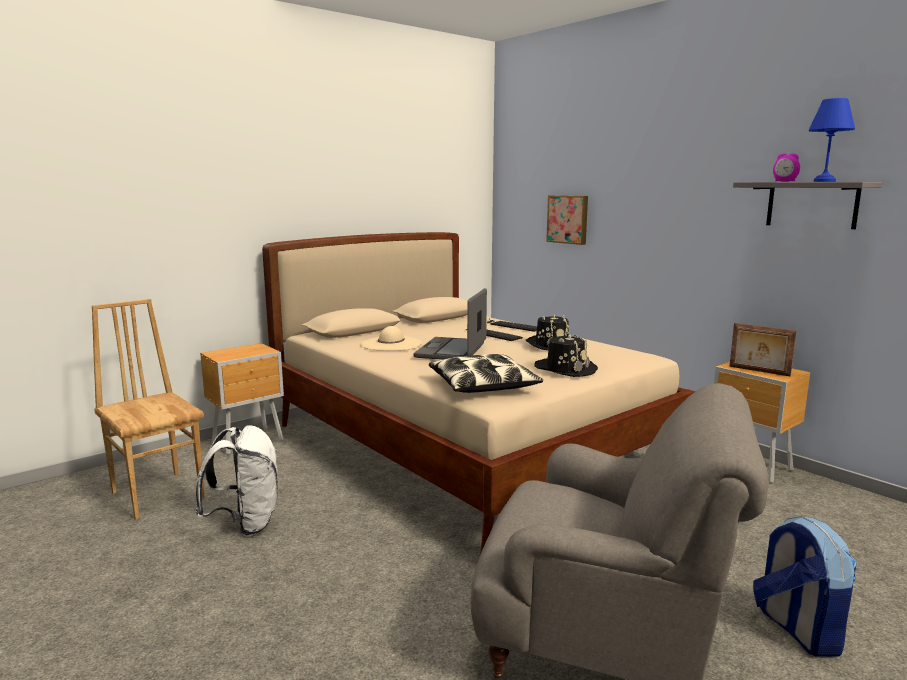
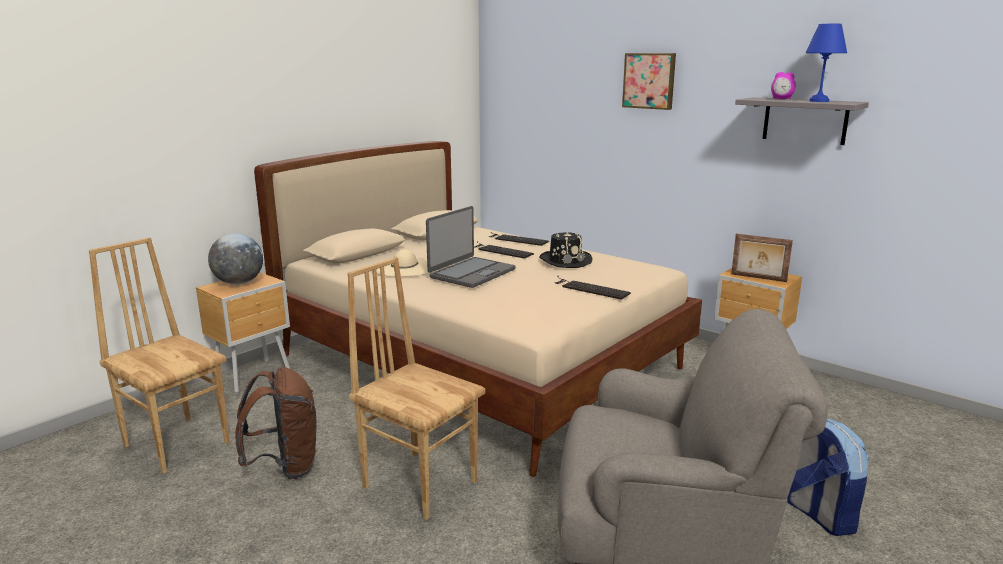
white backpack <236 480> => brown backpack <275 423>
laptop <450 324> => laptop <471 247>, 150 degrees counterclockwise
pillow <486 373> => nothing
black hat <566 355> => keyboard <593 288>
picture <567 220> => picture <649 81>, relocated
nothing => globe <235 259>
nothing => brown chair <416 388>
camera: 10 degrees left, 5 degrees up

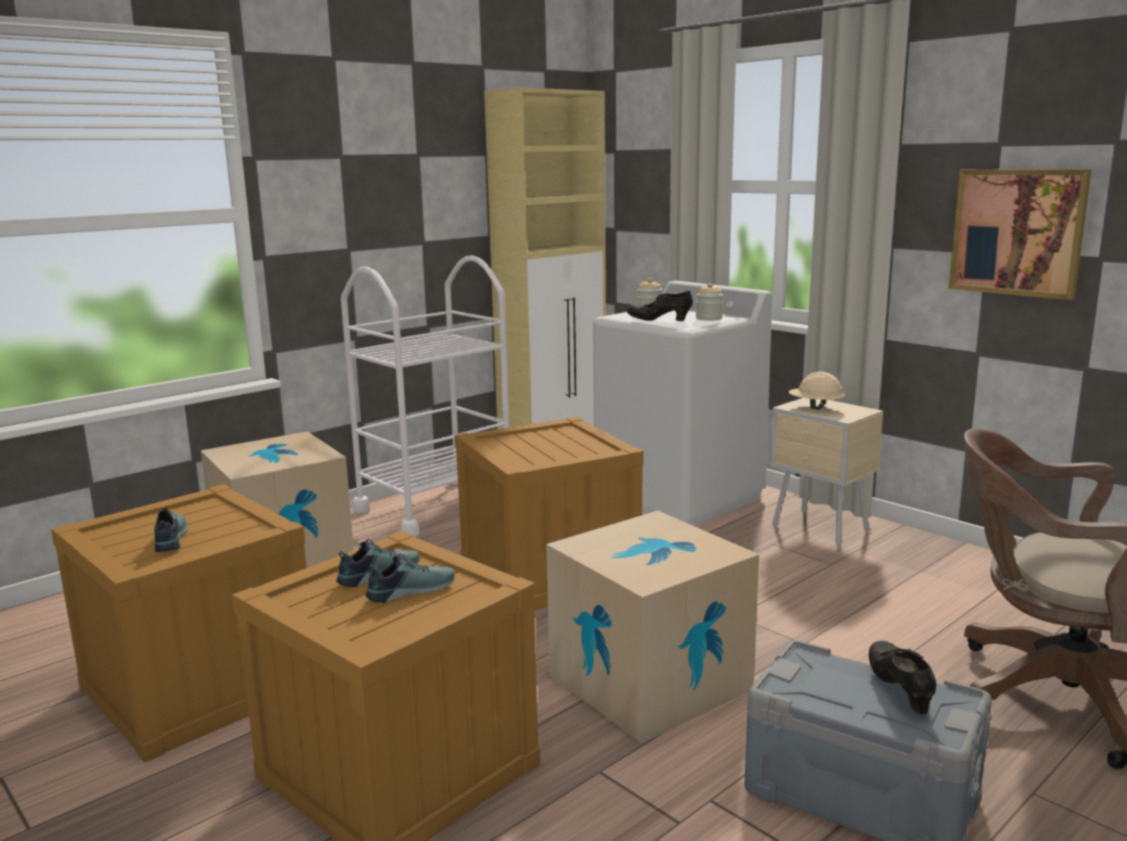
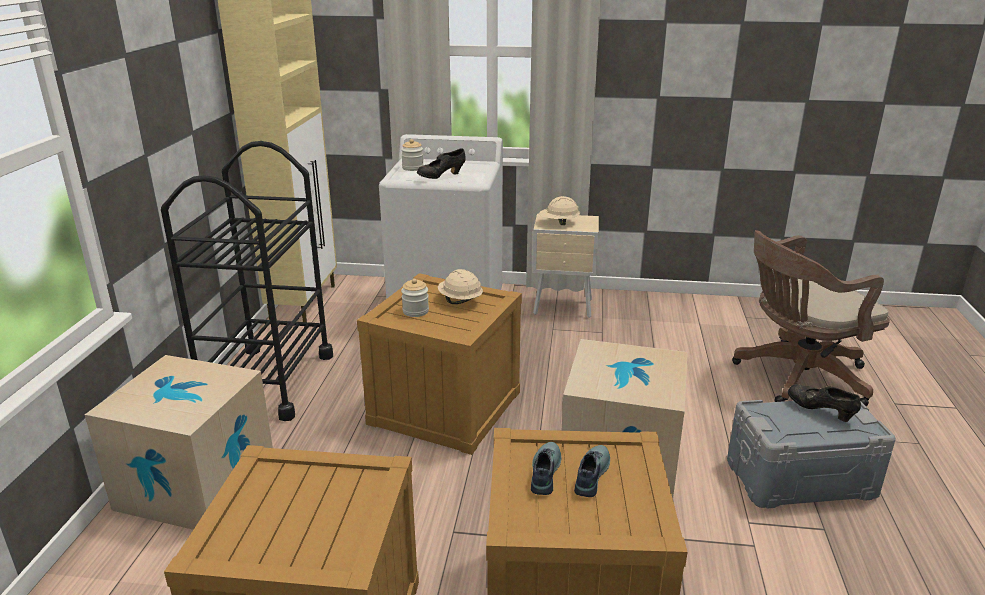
shoe <171 529> => nothing
white cart <425 396> => black cart <247 281>
jar <709 302> => jar <415 298>, relocated
picture <1020 234> => nothing
nothing => beige hard hat <460 286>
camera: 40 degrees left, 10 degrees up

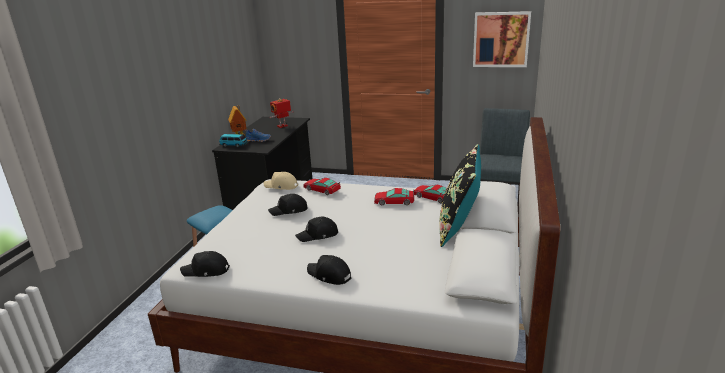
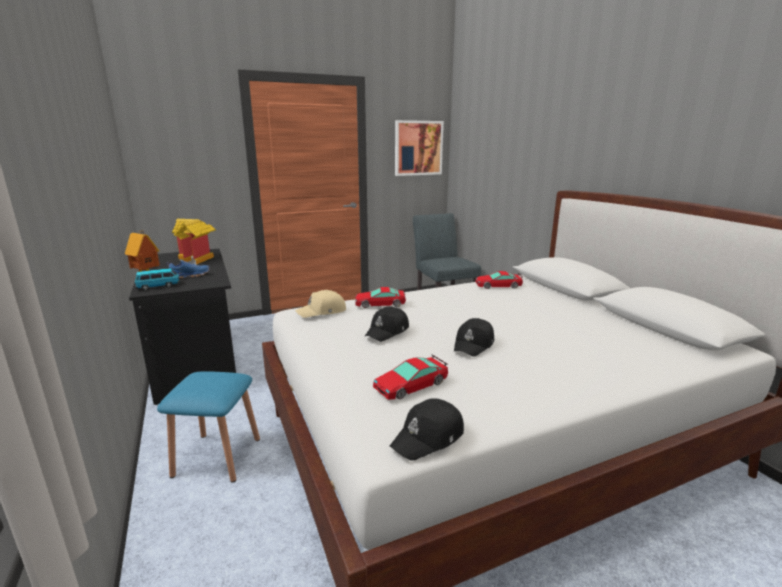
toy robot <281 113> => toy house <194 242>
black cap <329 270> => nothing
toy car <394 196> => toy car <410 377>, relocated
black pillow <460 195> => nothing
camera: 40 degrees left, 5 degrees down

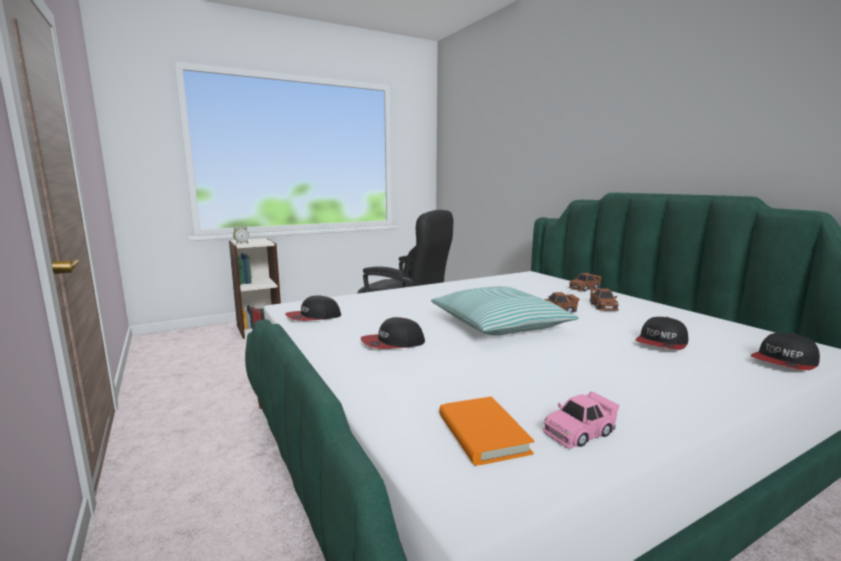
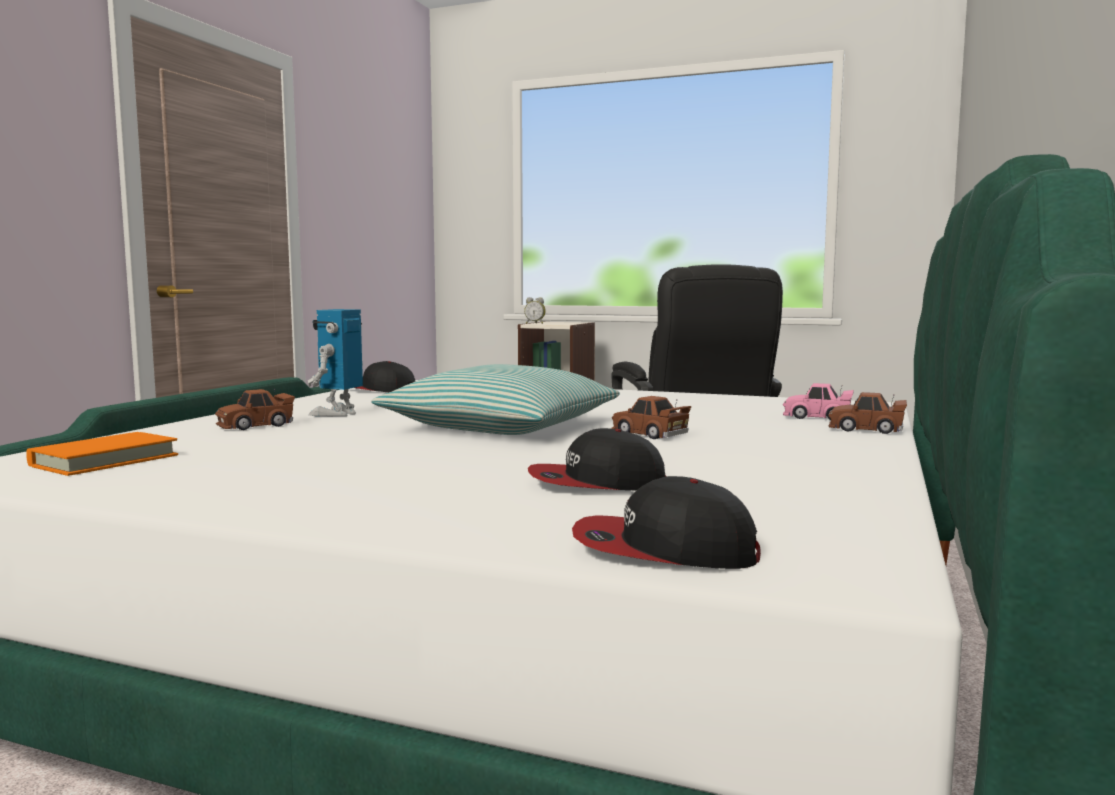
cap <393 333> => toy robot <335 362>
pink toy car <581 420> => pink toy car <818 401>, relocated
brown toy car <604 299> => brown toy car <255 409>, relocated
camera: 50 degrees right, 5 degrees down

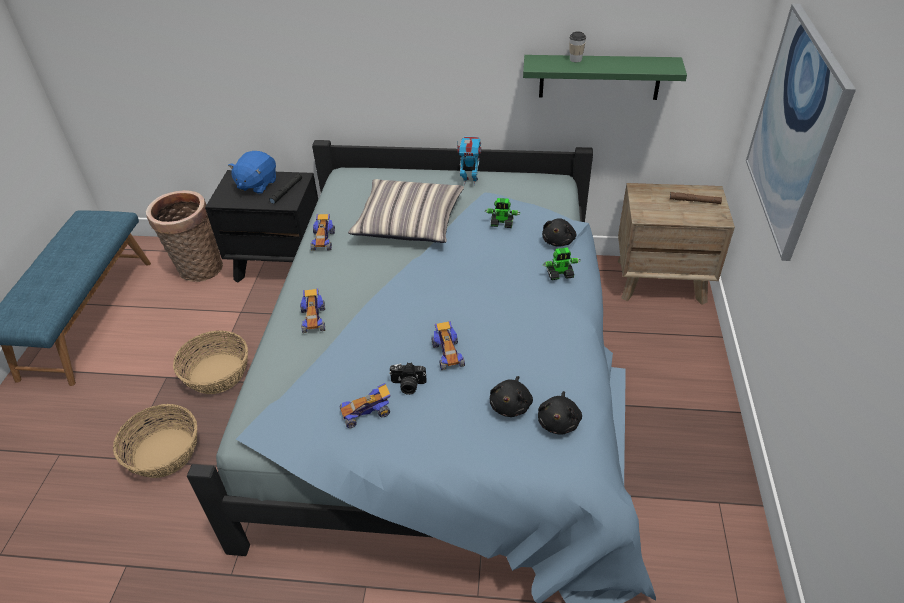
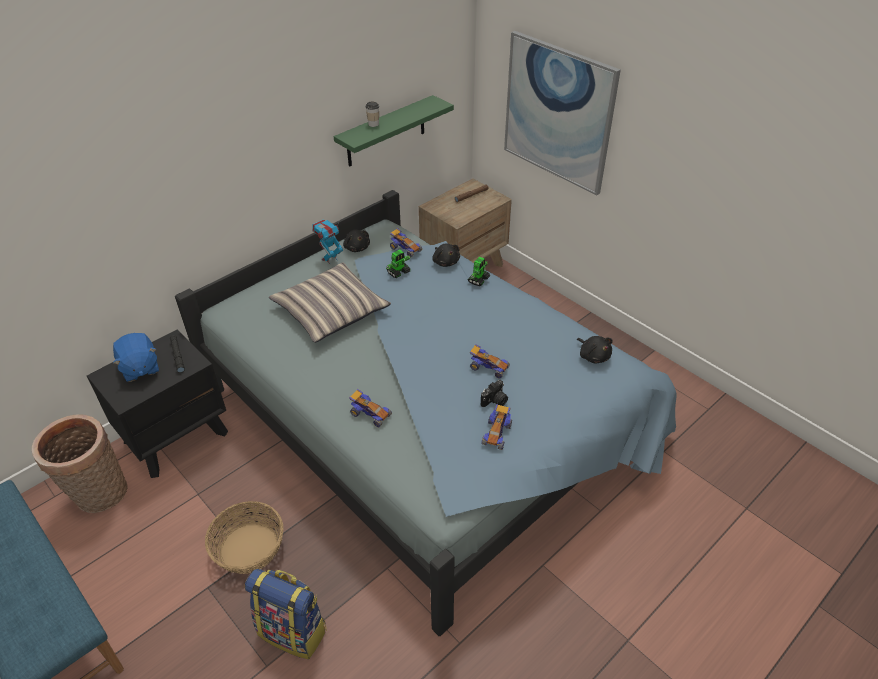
basket <155 441> => backpack <286 614>
toy car <322 232> => toy car <406 242>, relocated
black plush toy <511 396> => black plush toy <356 241>, relocated
camera: 50 degrees left, 0 degrees up

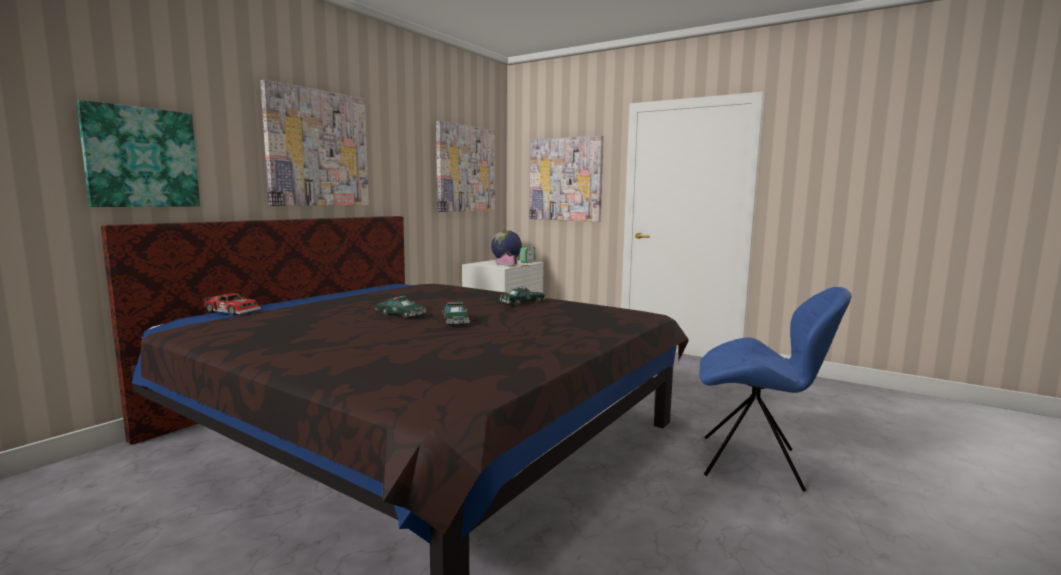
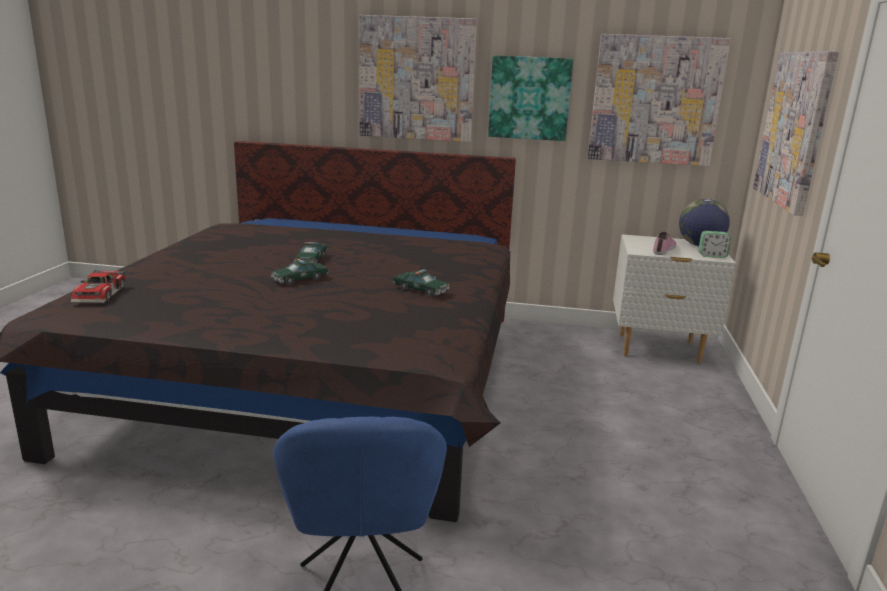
picture <138 153> => picture <530 98>, relocated
toy car <231 304> => toy car <98 286>, relocated
camera: 65 degrees right, 10 degrees up

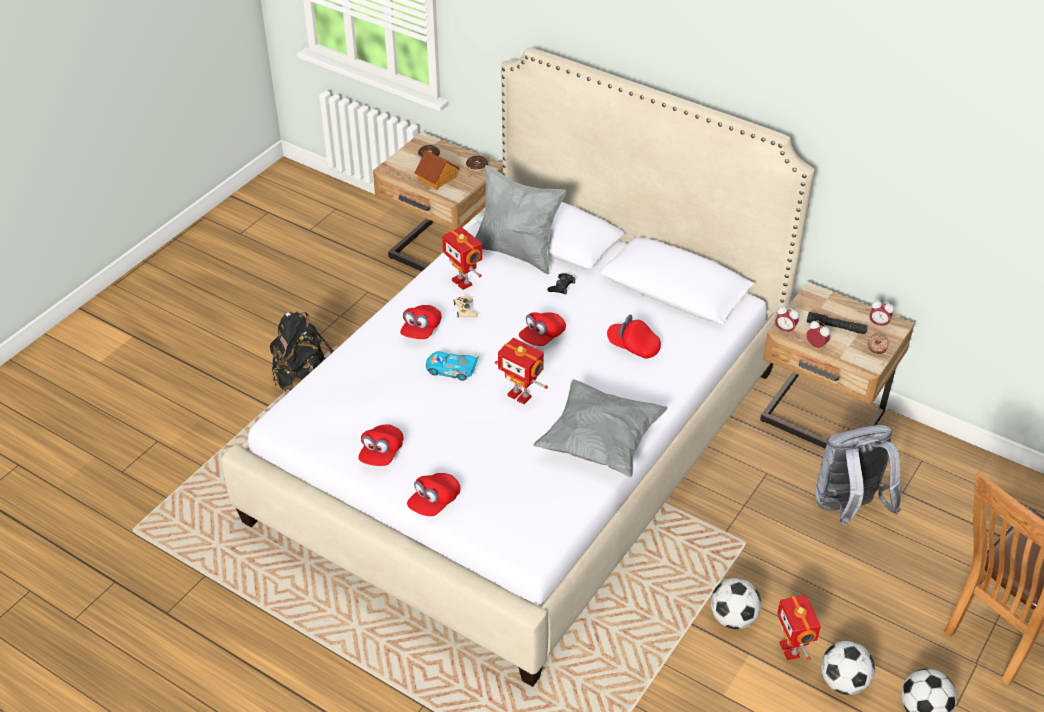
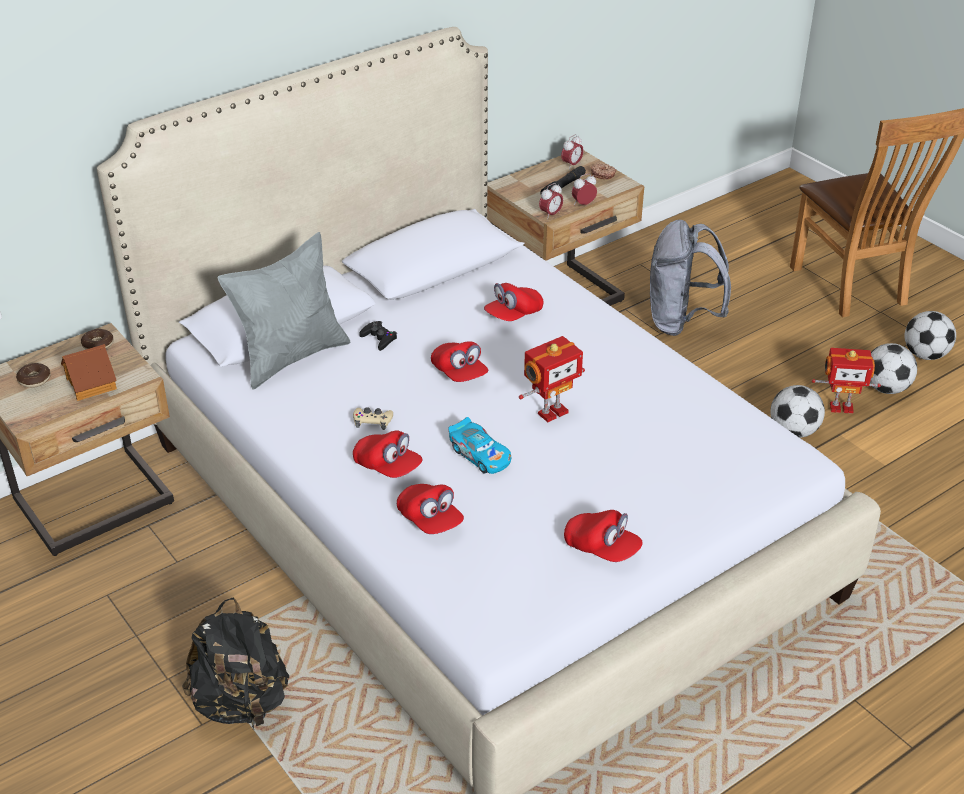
red cap <433 494> => red cap <430 509>, relocated
toy car <452 366> => toy car <479 445>, 75 degrees counterclockwise
toy robot <462 258> => nothing
grey pillow <601 428> => nothing
camera: 70 degrees left, 5 degrees down

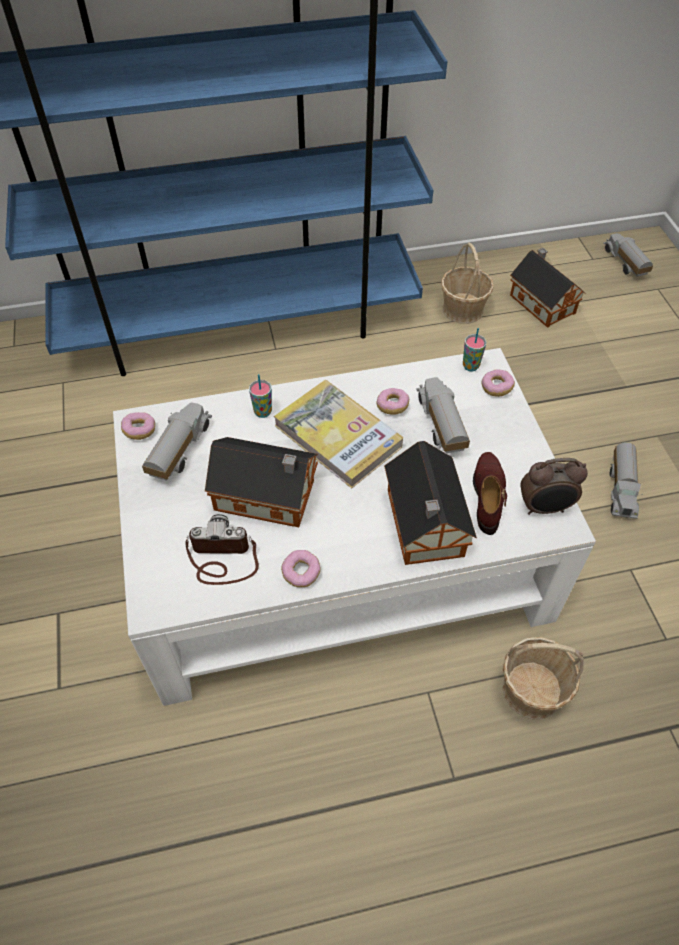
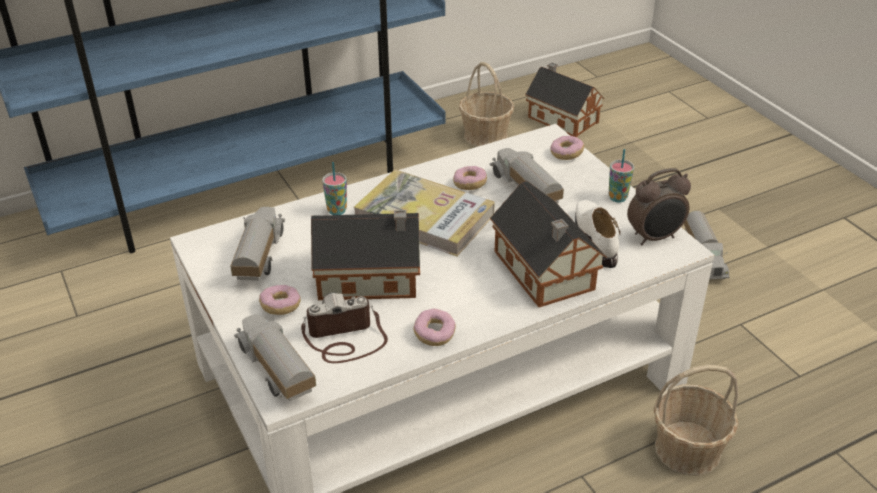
donut <138 426> => donut <280 300>, relocated
cup <474 349> => cup <621 175>, relocated
brown shoe <490 493> => white shoe <598 234>
toy truck <628 255> => toy truck <275 357>, relocated
camera: 15 degrees left, 15 degrees down

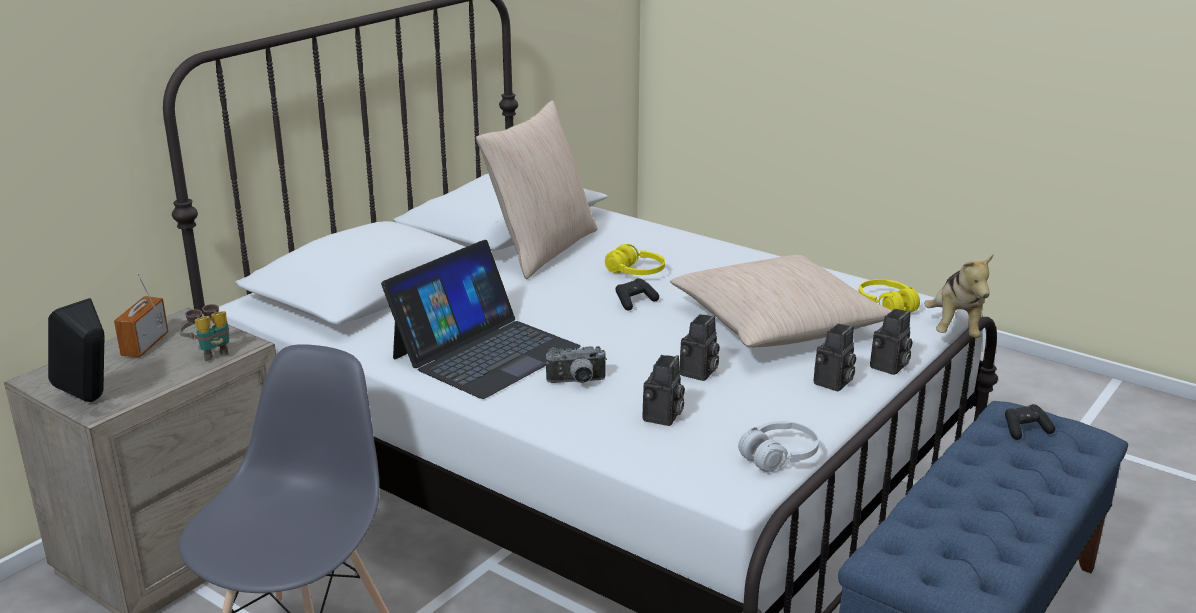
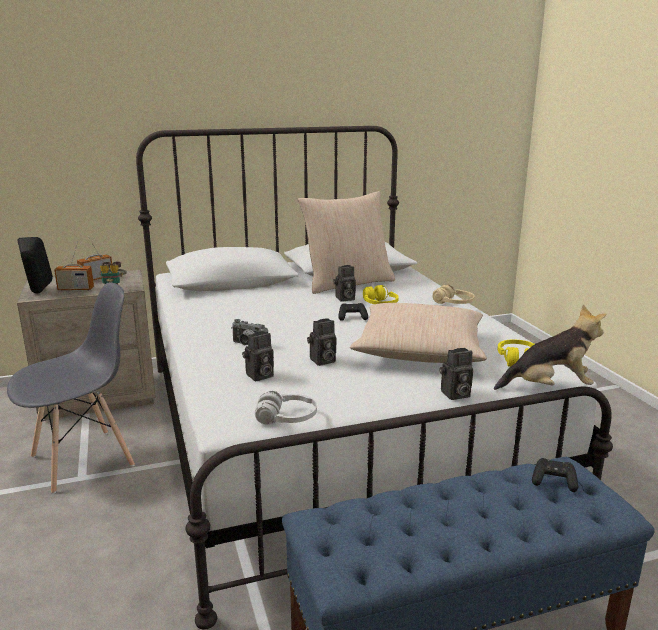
laptop <481 319> => nothing
photo camera <835 357> => photo camera <344 283>, relocated
plush toy <958 296> => plush toy <550 347>, 135 degrees counterclockwise
nothing => radio <74 266>
nothing => beige headphones <454 294>
camera: 35 degrees right, 5 degrees down

